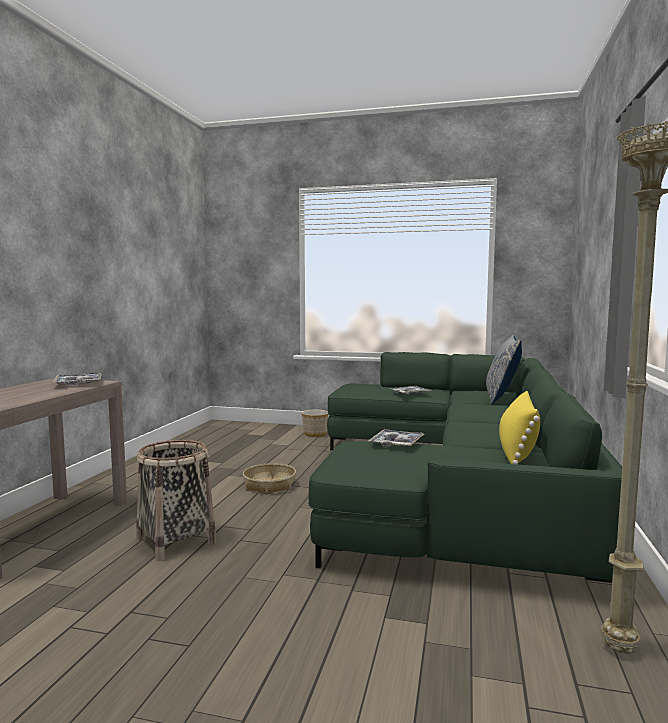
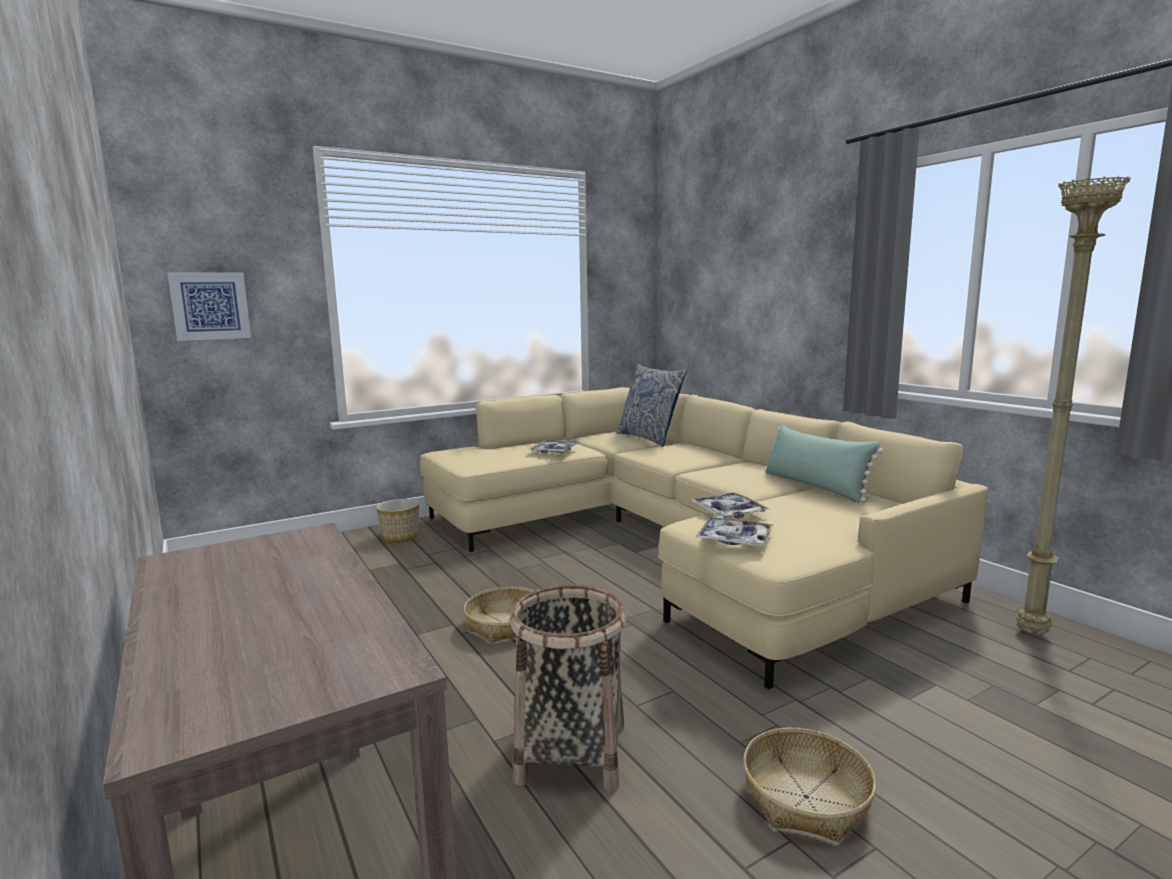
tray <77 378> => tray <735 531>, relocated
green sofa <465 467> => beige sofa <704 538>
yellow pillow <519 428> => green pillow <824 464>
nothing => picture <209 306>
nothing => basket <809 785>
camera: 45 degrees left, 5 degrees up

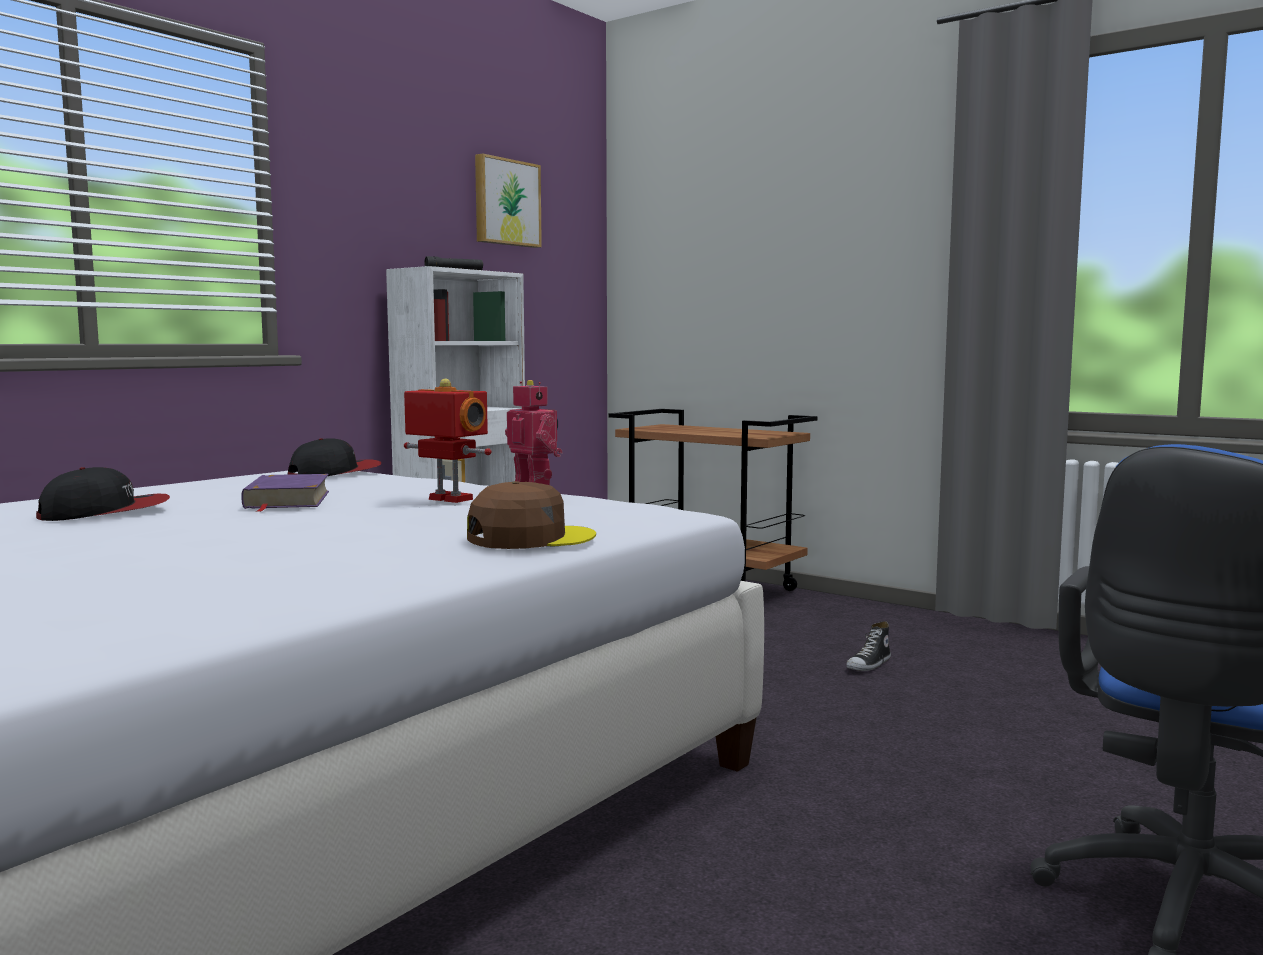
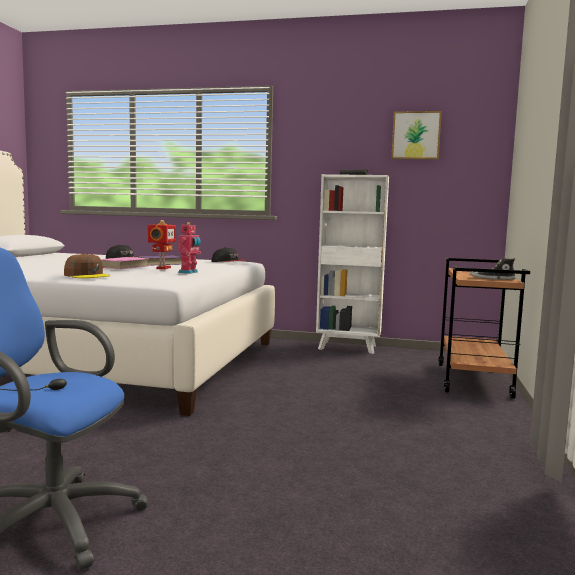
shoe <868 646> => shoe <493 269>, relocated
nothing => pink book <124 263>
camera: 65 degrees right, 0 degrees up

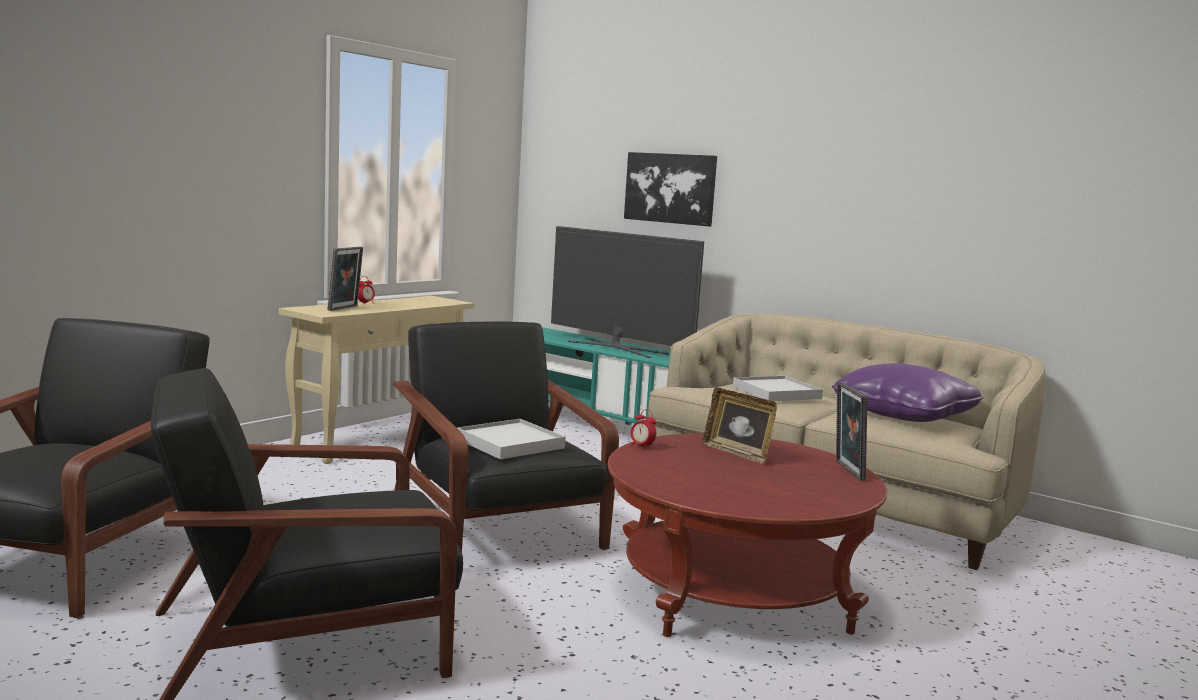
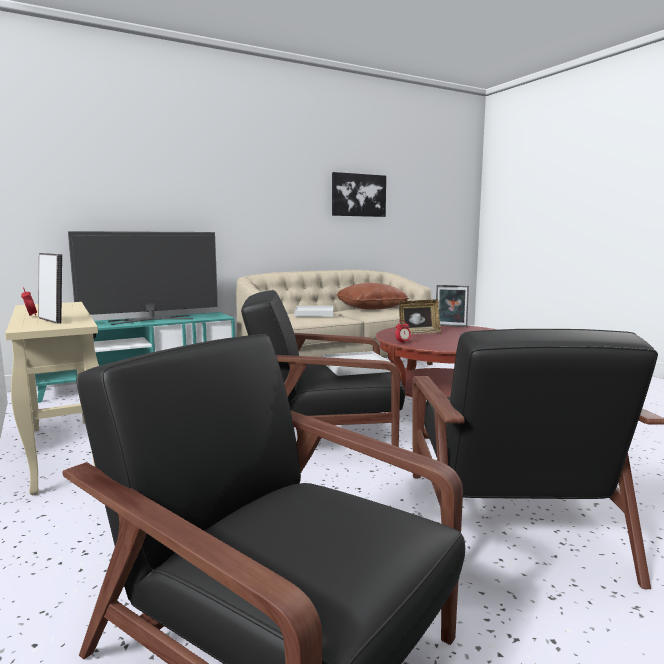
picture <670 189> => picture <359 194>, relocated
purple pillow <907 392> => brown pillow <372 296>
camera: 65 degrees left, 0 degrees up

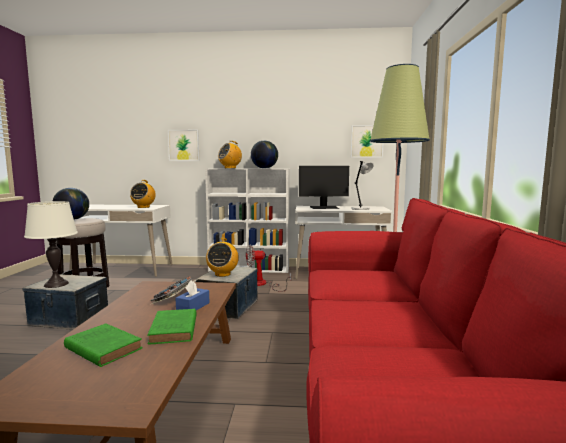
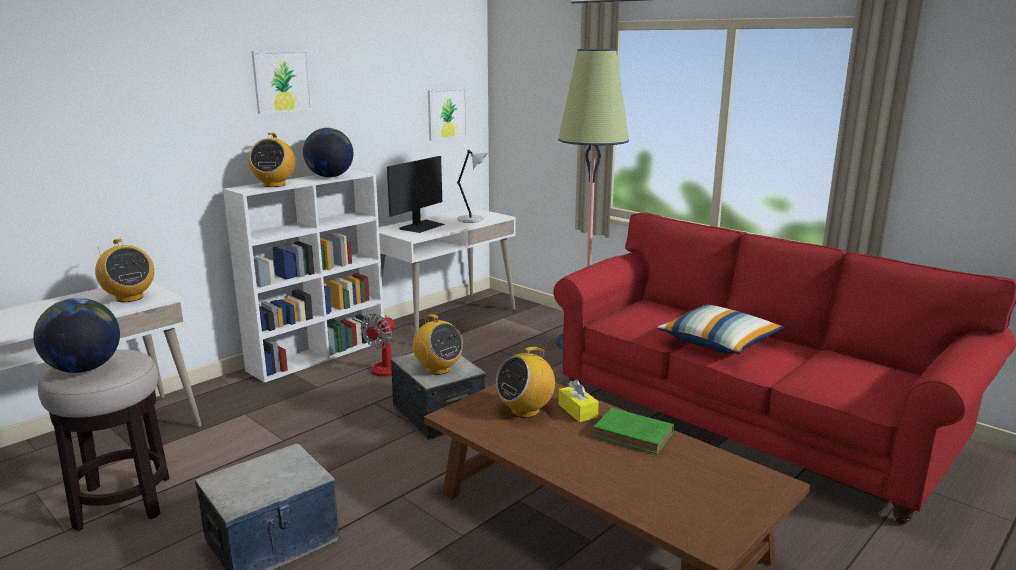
white table lamp <51 244> => nothing
green book <103 345> => nothing
keyboard <174 290> => radio <525 382>
picture <183 145> => picture <281 82>, relocated
blue tissue box <192 295> => yellow tissue box <578 400>
nothing => pillow <720 329>
camera: 50 degrees left, 10 degrees up

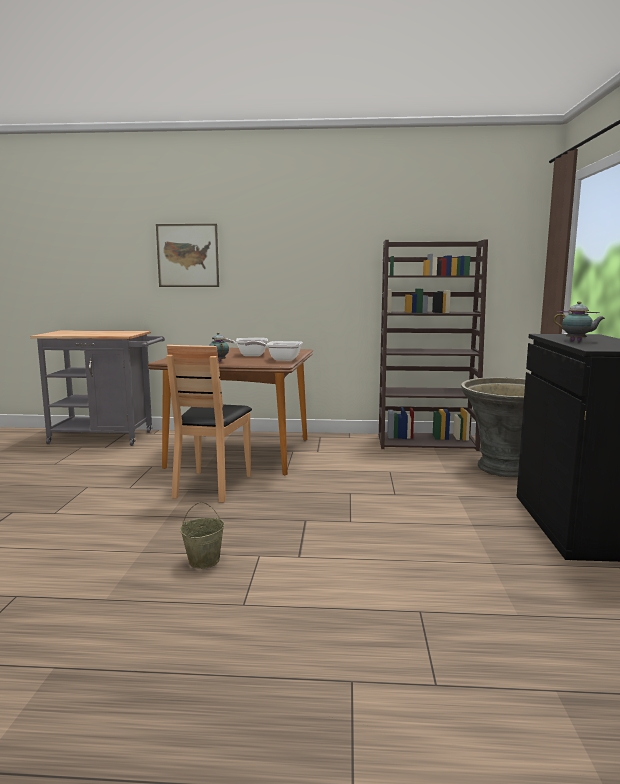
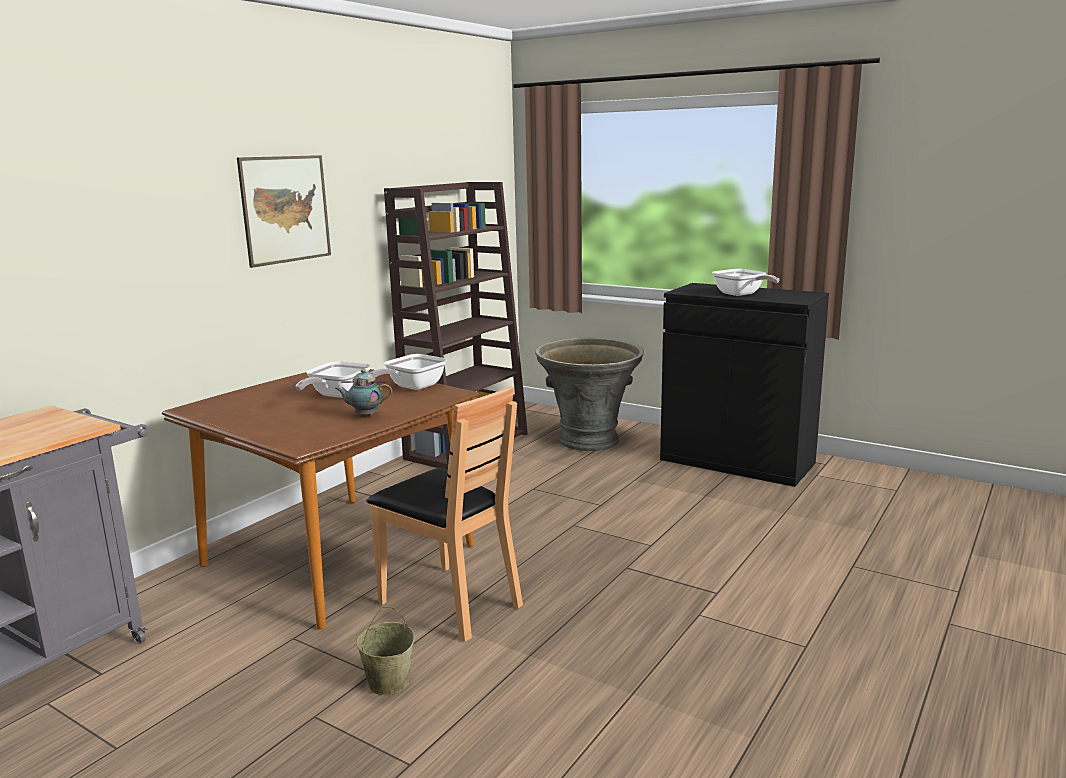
picture <187 255> => picture <284 211>, relocated
beige bucket <202 535> => beige bucket <385 651>, relocated
teapot <579 321> => frying pan <746 282>
camera: 60 degrees left, 5 degrees up

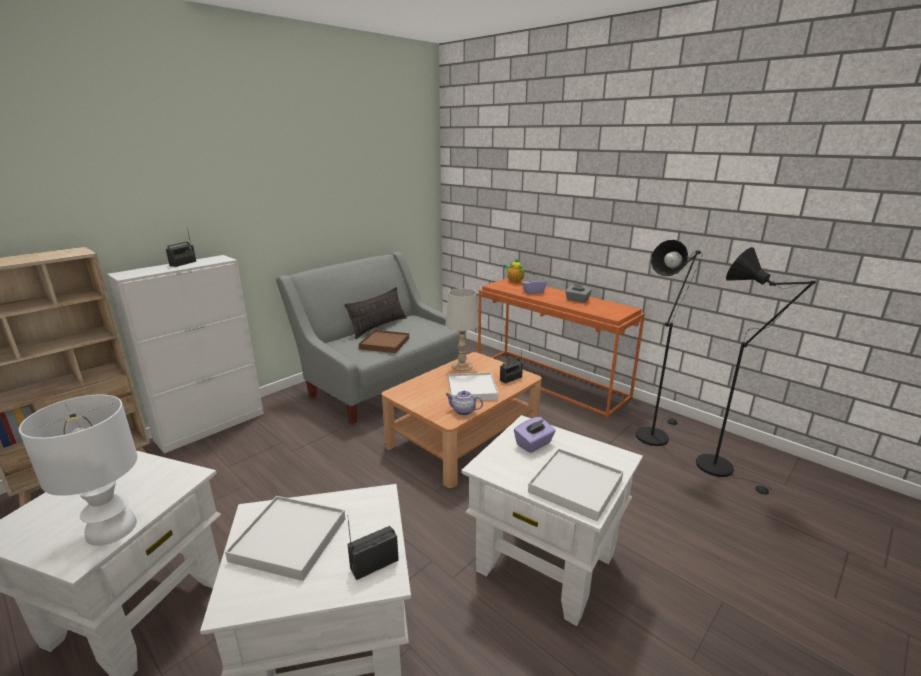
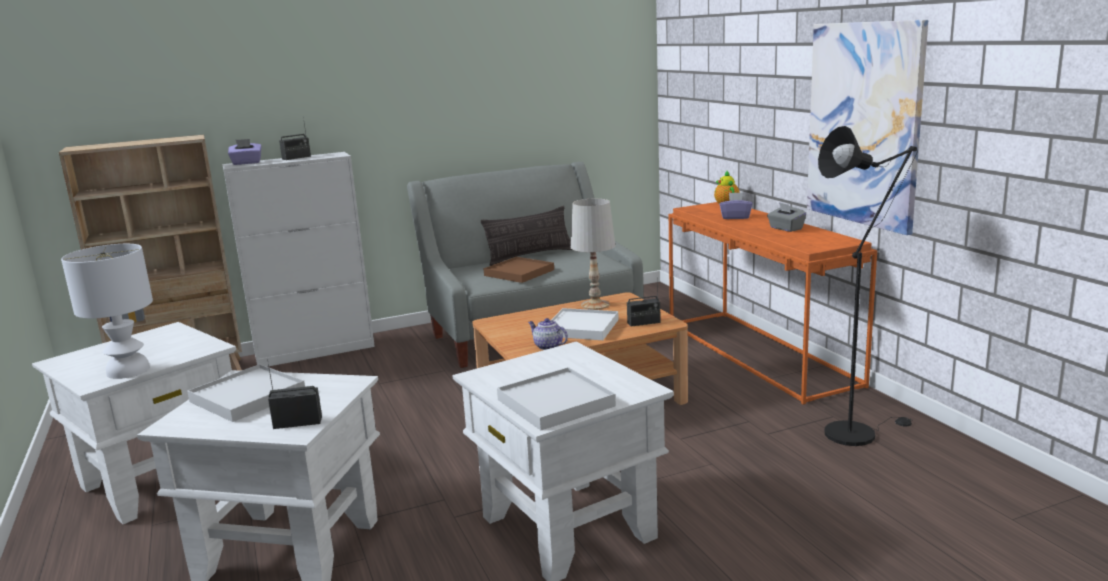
purple tissue box <535 435> => purple tissue box <245 152>, relocated
black floor lamp <756 371> => nothing
nothing => picture <867 127>
camera: 25 degrees right, 5 degrees down

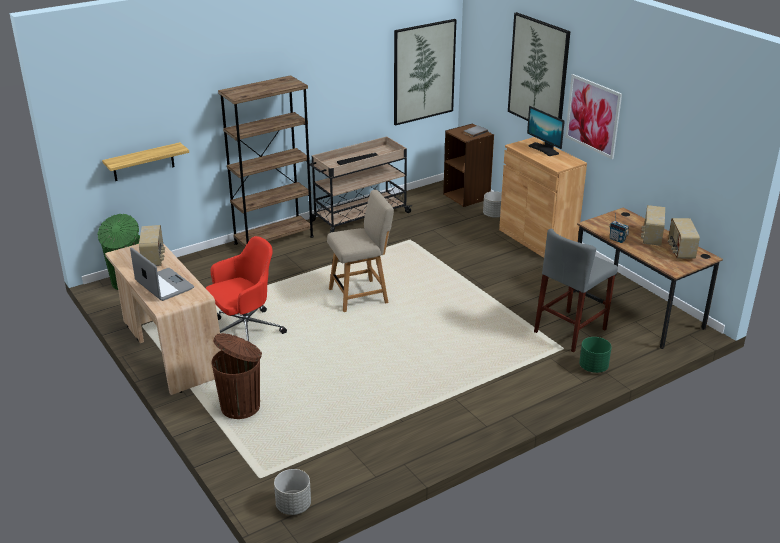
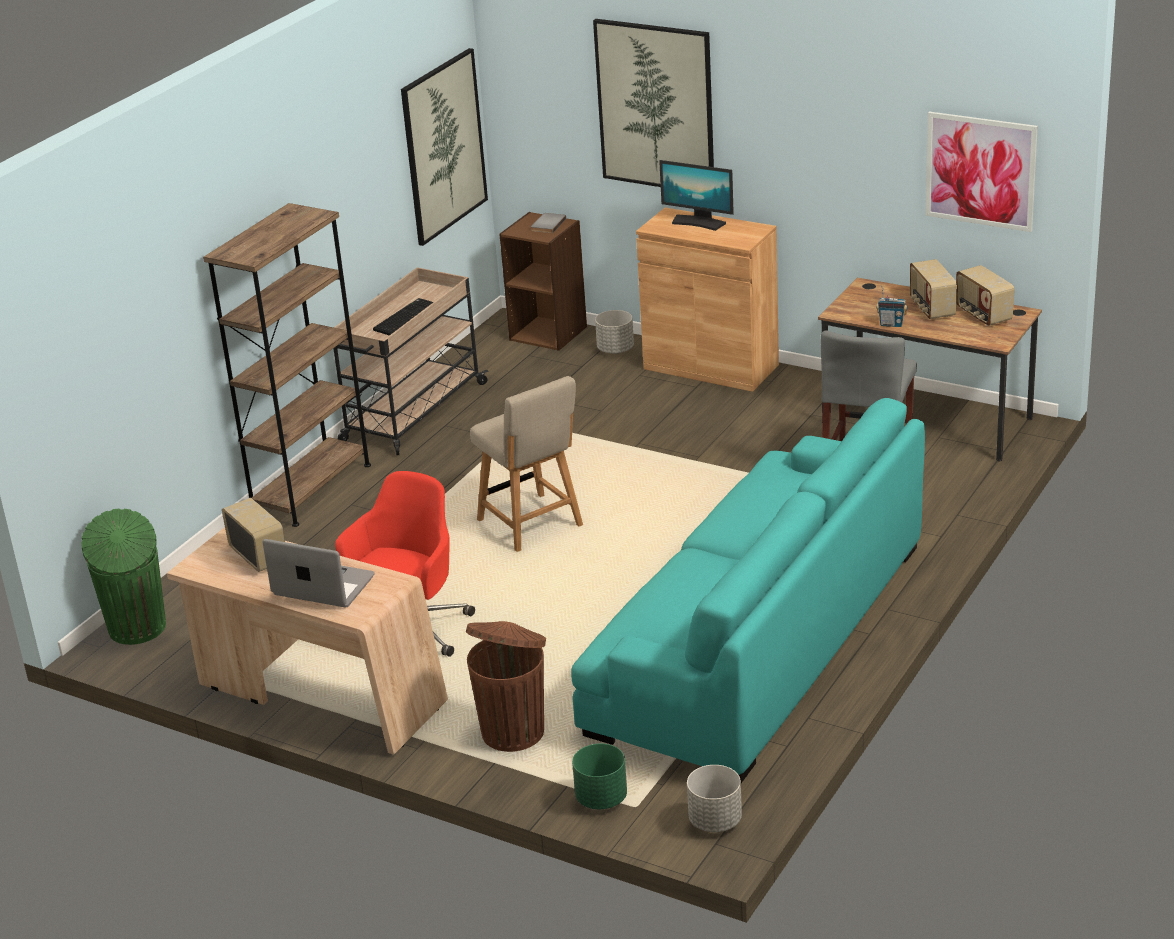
shelf <145 161> => nothing
beige chair <360 251> => beige chair <526 464>, 105 degrees clockwise
picture <593 116> => picture <982 172>, relocated
green planter <595 355> => green planter <599 776>, relocated
nothing => turquoise sofa <748 590>
camera: 25 degrees left, 0 degrees up

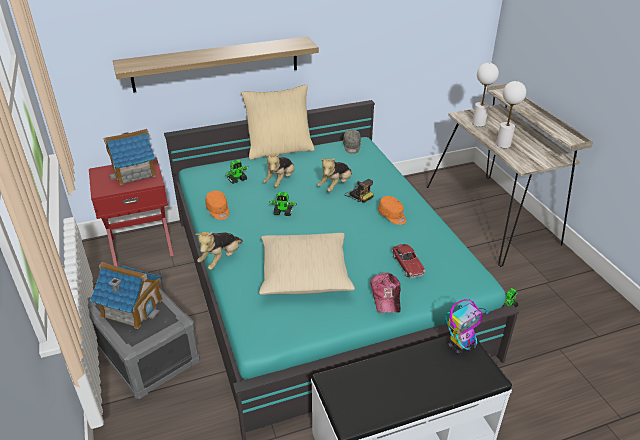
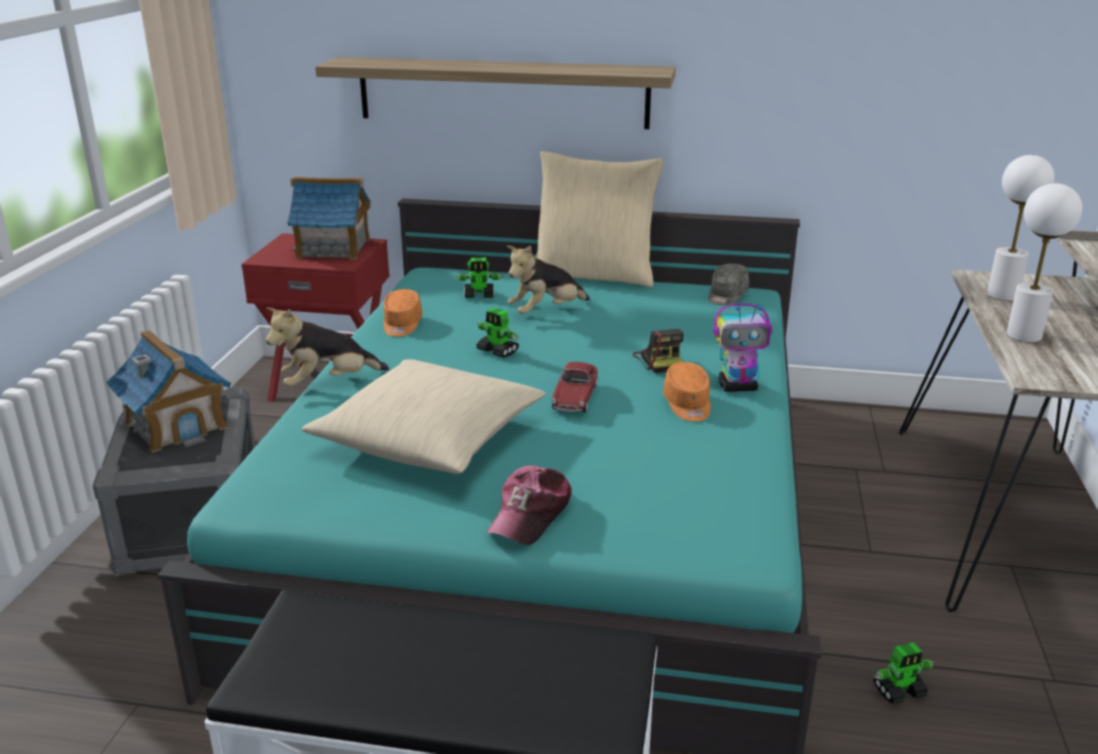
plush toy <334 175> => nothing
toy car <408 260> => toy car <575 387>, relocated
toy robot <467 326> => toy robot <742 348>, relocated
camera: 30 degrees right, 10 degrees down

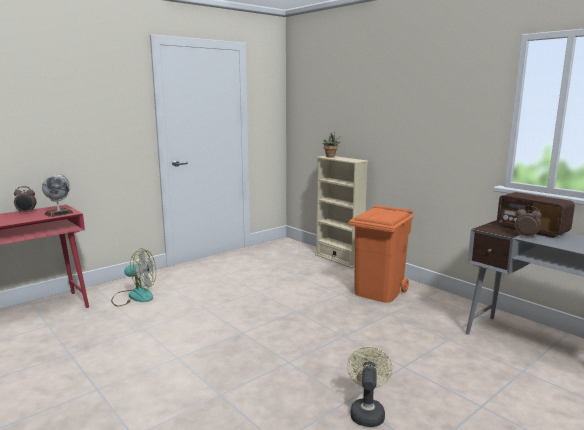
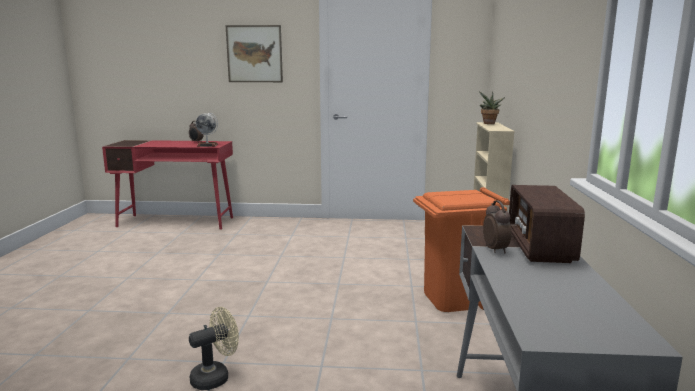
fan <133 277> => nothing
nothing => picture <254 53>
camera: 45 degrees right, 0 degrees up

